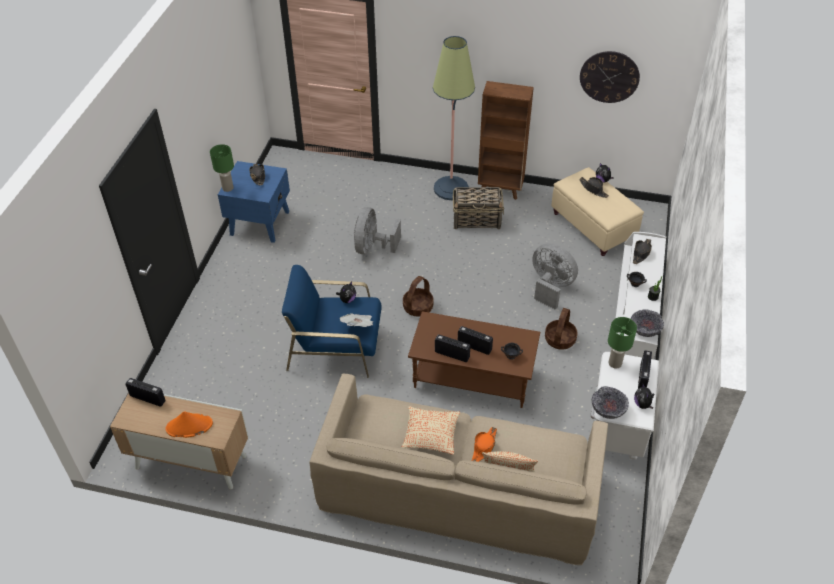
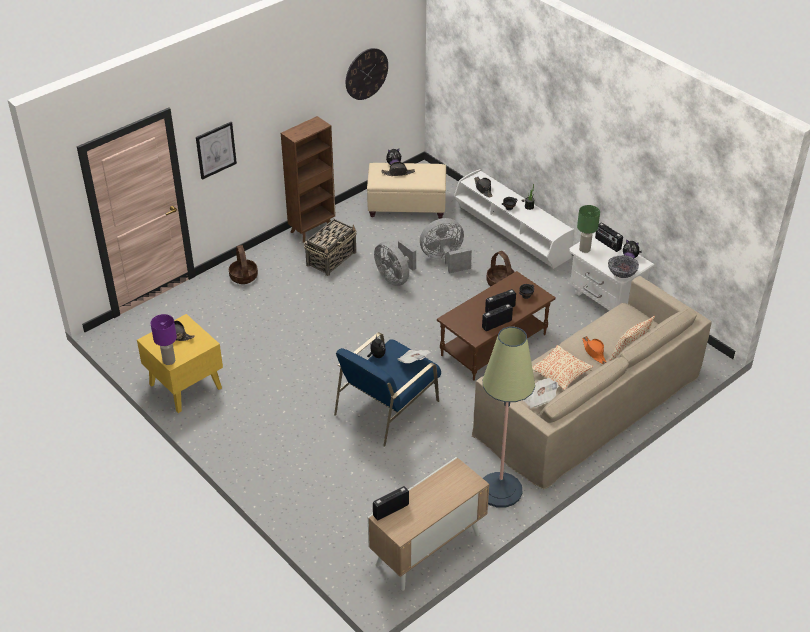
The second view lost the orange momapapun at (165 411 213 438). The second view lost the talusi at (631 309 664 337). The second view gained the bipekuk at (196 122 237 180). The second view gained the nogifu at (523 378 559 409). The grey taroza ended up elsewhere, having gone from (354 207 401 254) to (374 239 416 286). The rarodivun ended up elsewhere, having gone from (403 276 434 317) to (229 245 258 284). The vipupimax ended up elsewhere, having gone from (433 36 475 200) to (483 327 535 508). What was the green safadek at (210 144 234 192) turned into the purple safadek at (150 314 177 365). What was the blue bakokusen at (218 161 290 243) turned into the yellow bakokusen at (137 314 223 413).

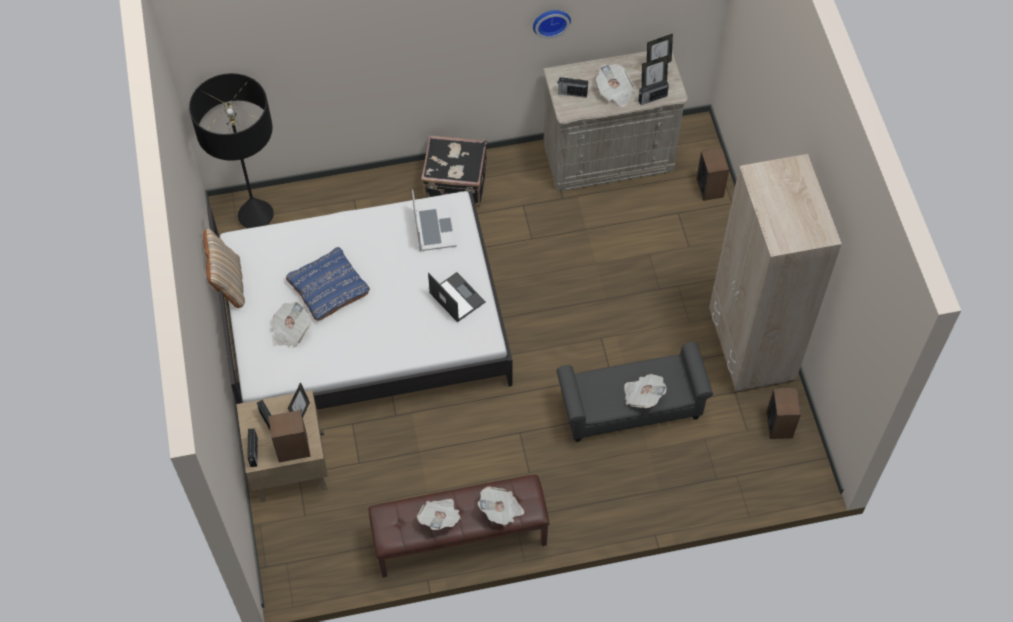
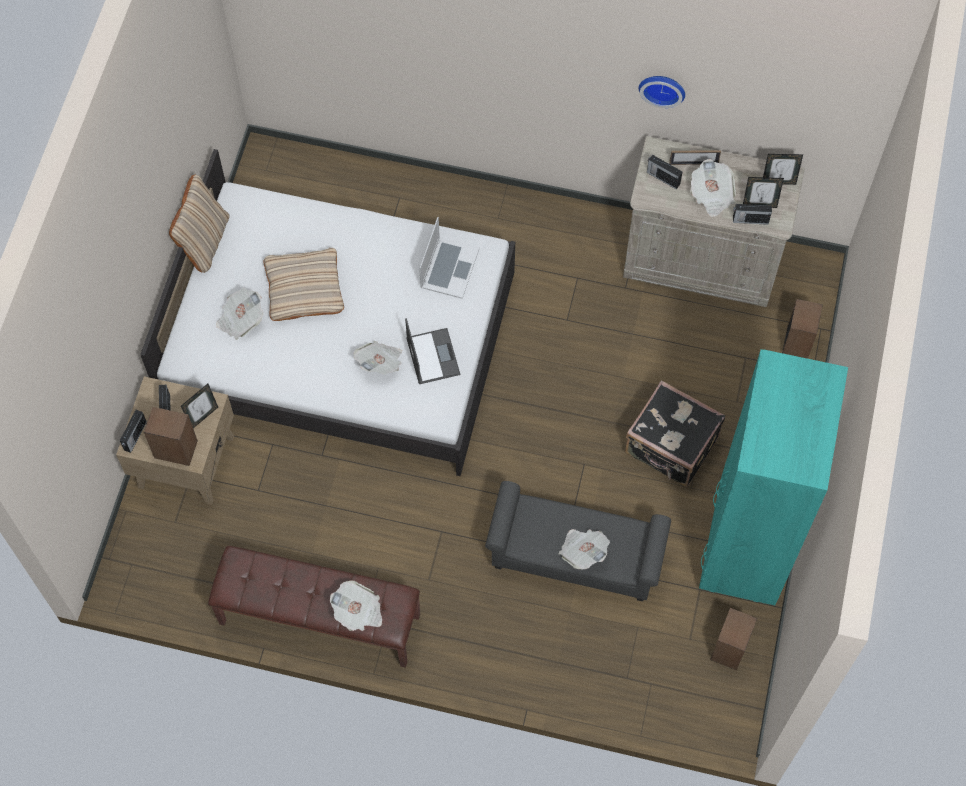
The second view lost the black vipupimax at (189 73 274 228). The second view gained the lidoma at (669 150 721 165). The nogifu ended up elsewhere, having gone from (417 499 461 530) to (354 341 402 375). The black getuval ended up elsewhere, having gone from (421 135 487 207) to (625 381 725 487). What was the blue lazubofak at (286 247 370 321) turned into the beige lazubofak at (263 248 344 321). What was the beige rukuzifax at (709 154 842 391) turned into the turquoise rukuzifax at (699 349 848 606).

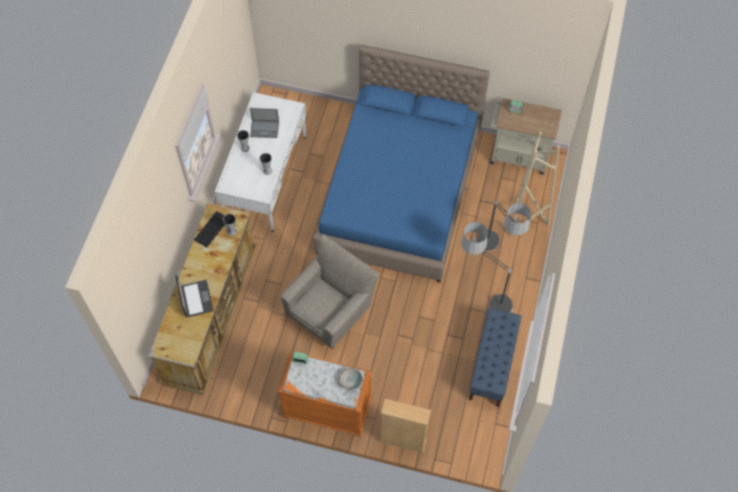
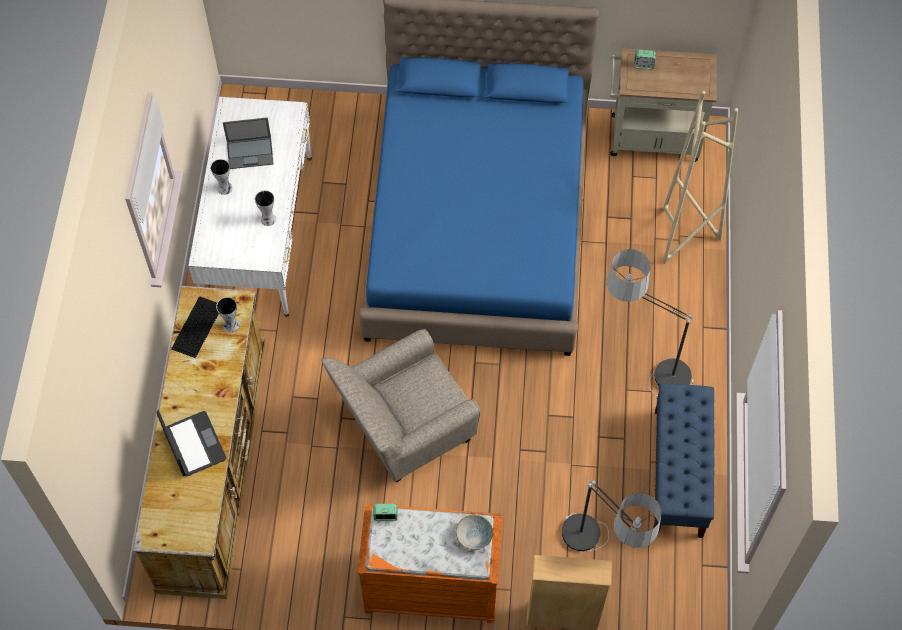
The vipupimax ended up elsewhere, having gone from (477 200 531 251) to (562 480 661 551). The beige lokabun at (281 234 379 349) ended up facing another way, 150 degrees counterclockwise from before.

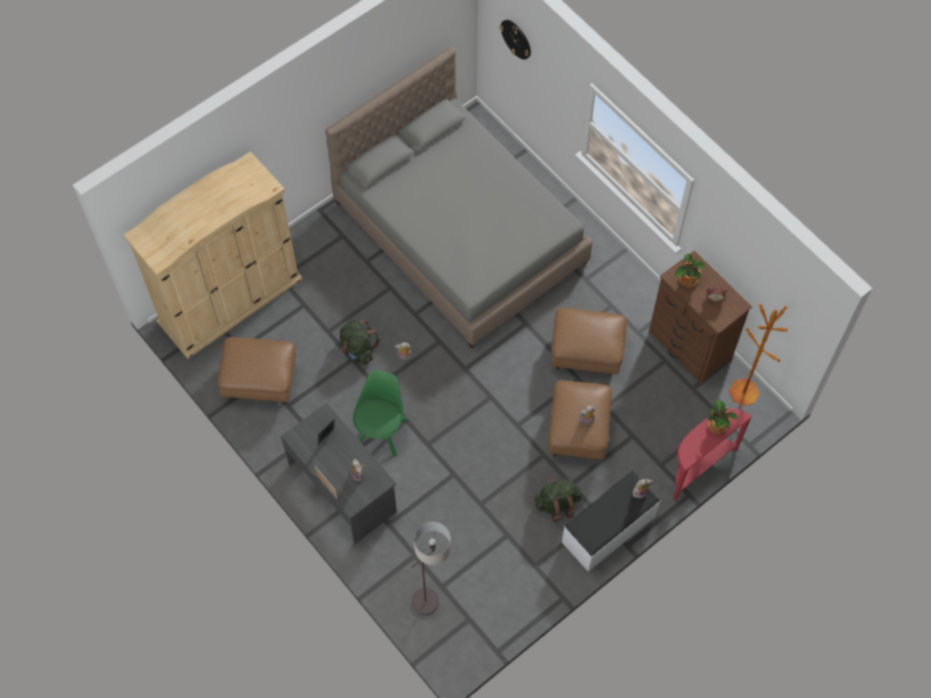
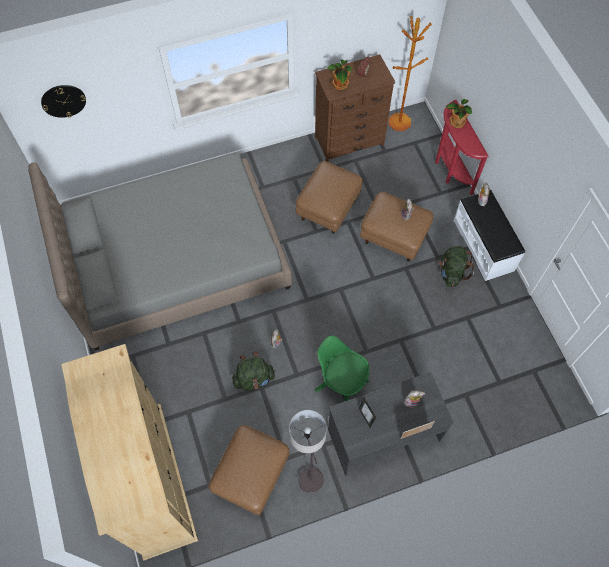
The grey vipupimax ended up elsewhere, having gone from (411 522 451 615) to (289 410 327 493).

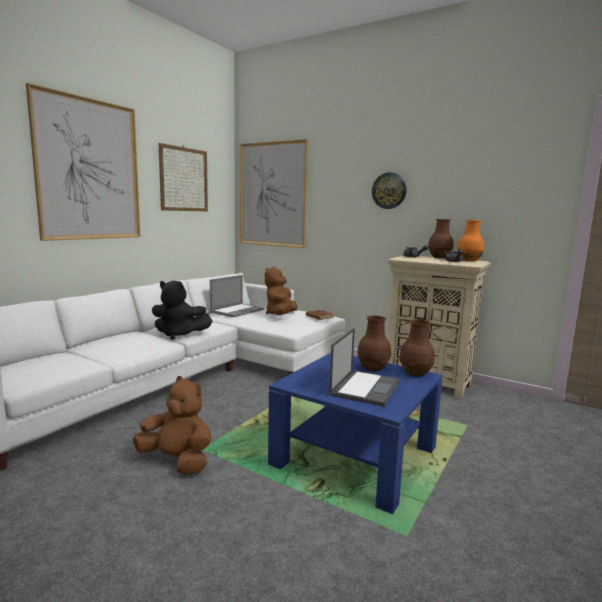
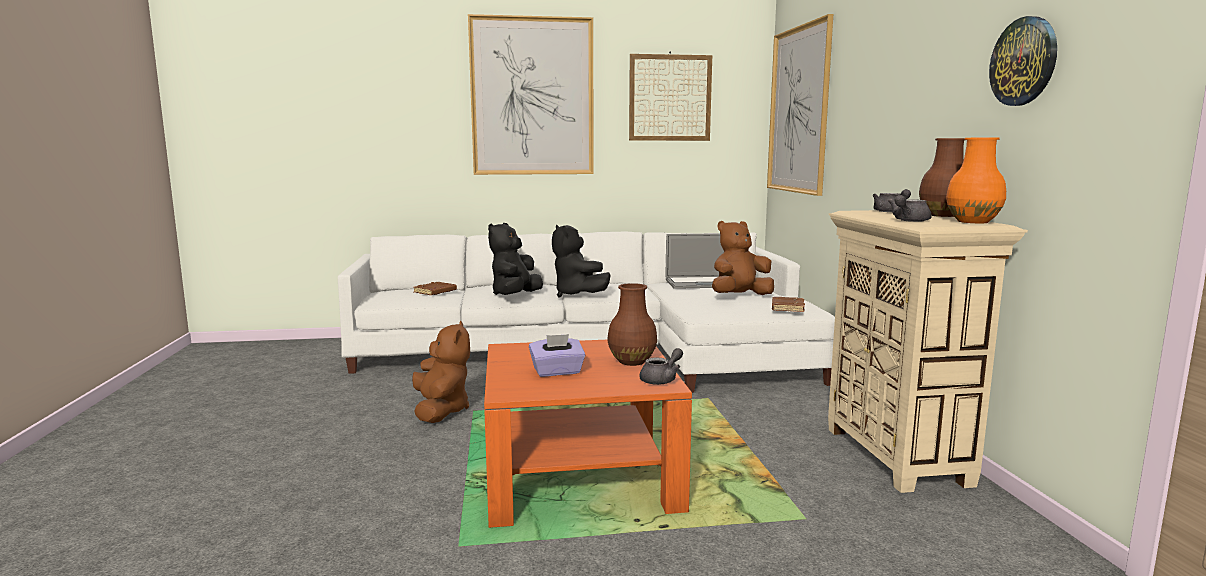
The second view gained the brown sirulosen at (413 282 457 295). The second view gained the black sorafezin at (488 223 543 295). The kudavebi ended up elsewhere, having gone from (372 172 407 209) to (989 16 1057 106). Where the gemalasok stood at (329 328 400 407), the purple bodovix came to stand at (529 334 585 377). Where the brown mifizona stood at (400 319 435 376), the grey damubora came to stand at (639 348 683 385). What was the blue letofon at (268 353 443 514) turned into the orange letofon at (484 340 692 528).

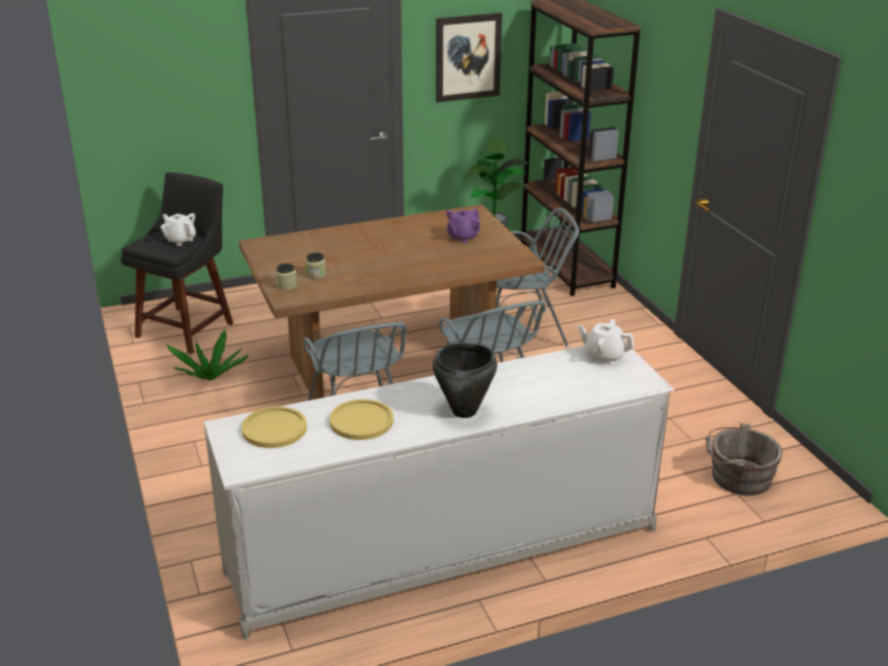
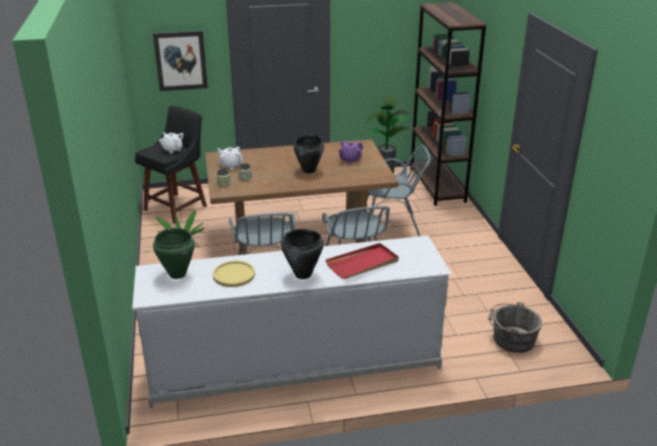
The second view gained the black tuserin at (294 134 324 174). The second view gained the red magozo at (326 243 399 279). The bipekuk ended up elsewhere, having gone from (436 13 502 103) to (153 31 208 91). The white damubora ended up elsewhere, having gone from (578 319 634 364) to (217 146 243 170). Where the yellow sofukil stood at (242 406 307 448), the green tuserin came to stand at (153 228 195 279).

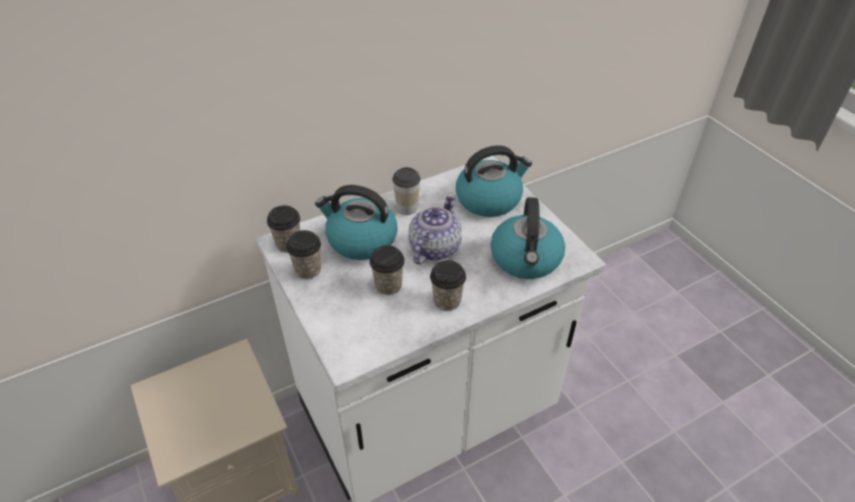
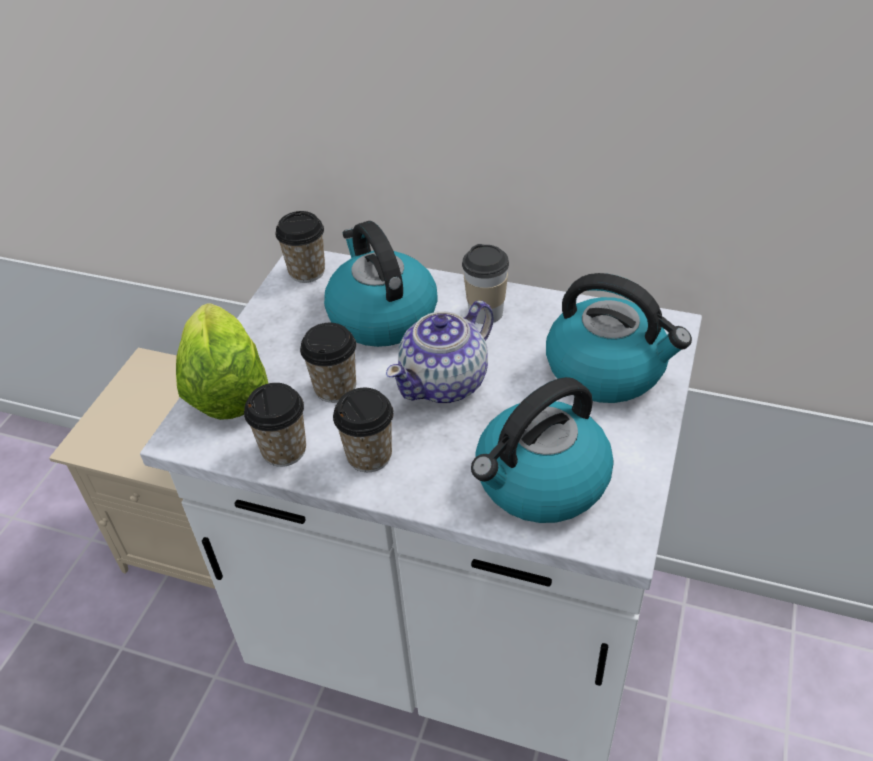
The second view gained the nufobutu at (176 303 268 420). The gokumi ended up elsewhere, having gone from (286 230 321 279) to (244 383 306 467). The damubora at (408 194 462 265) ended up facing another way, 150 degrees clockwise from before.

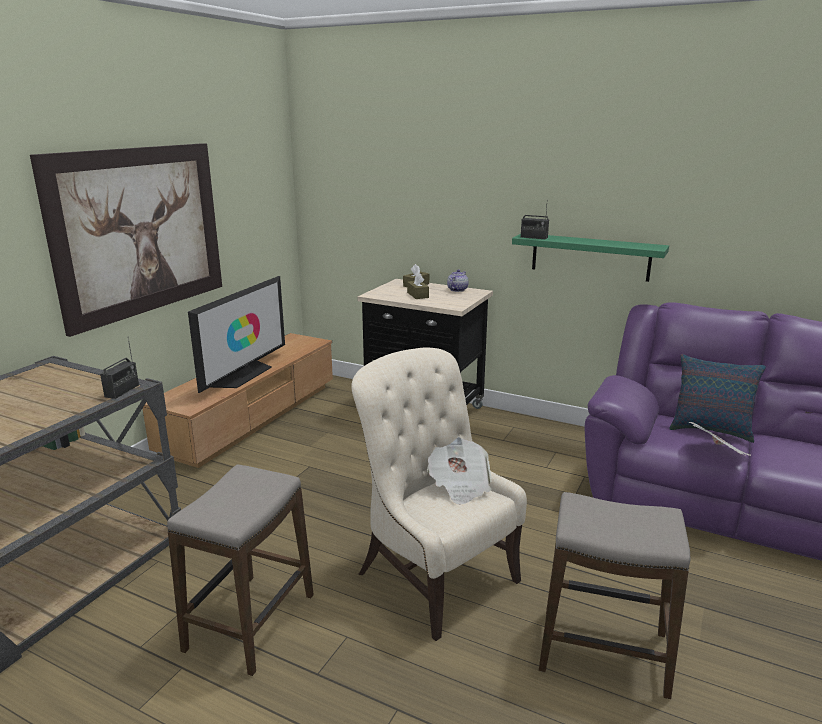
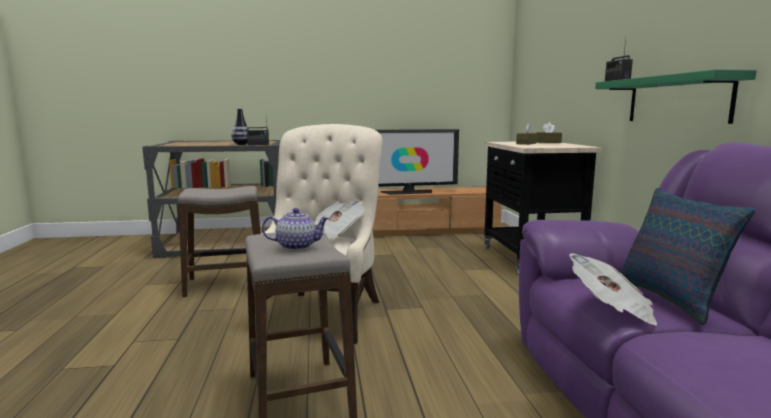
The second view lost the bipekuk at (30 143 222 337). The second view gained the mifizona at (231 108 249 145). The damubora ended up elsewhere, having gone from (447 269 469 292) to (262 208 329 250).

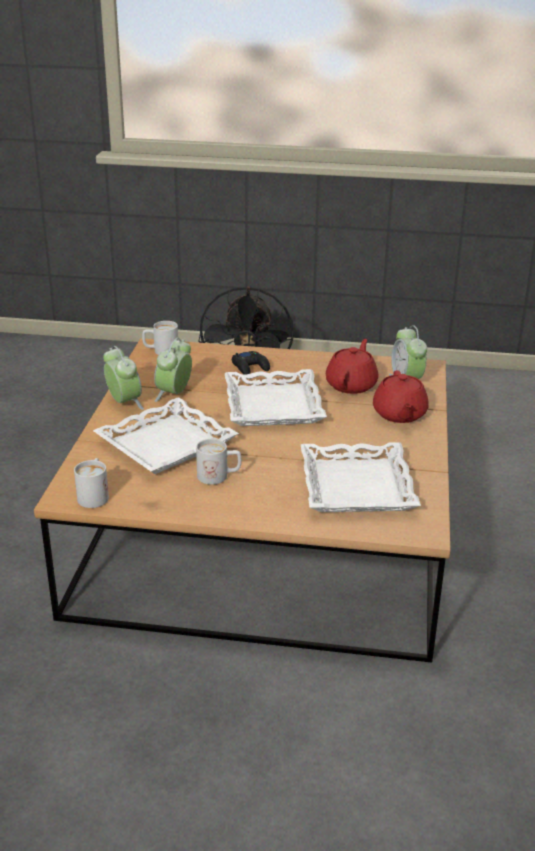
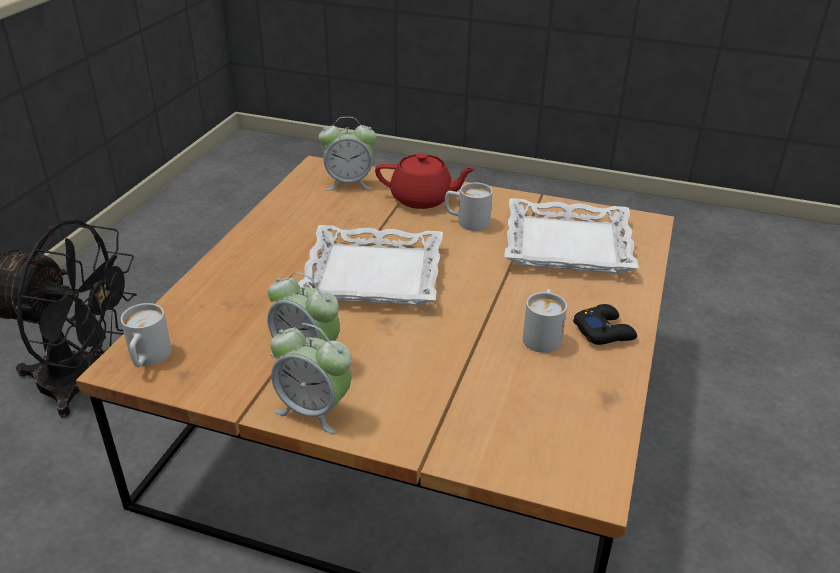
The second view lost the white magozo at (93 397 239 474). The second view lost the red damubora at (326 339 378 394). The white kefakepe ended up elsewhere, having gone from (74 458 109 508) to (445 183 493 231). The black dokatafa ended up elsewhere, having gone from (232 351 270 375) to (573 304 637 345). The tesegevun at (103 346 144 410) ended up facing another way, 135 degrees counterclockwise from before.

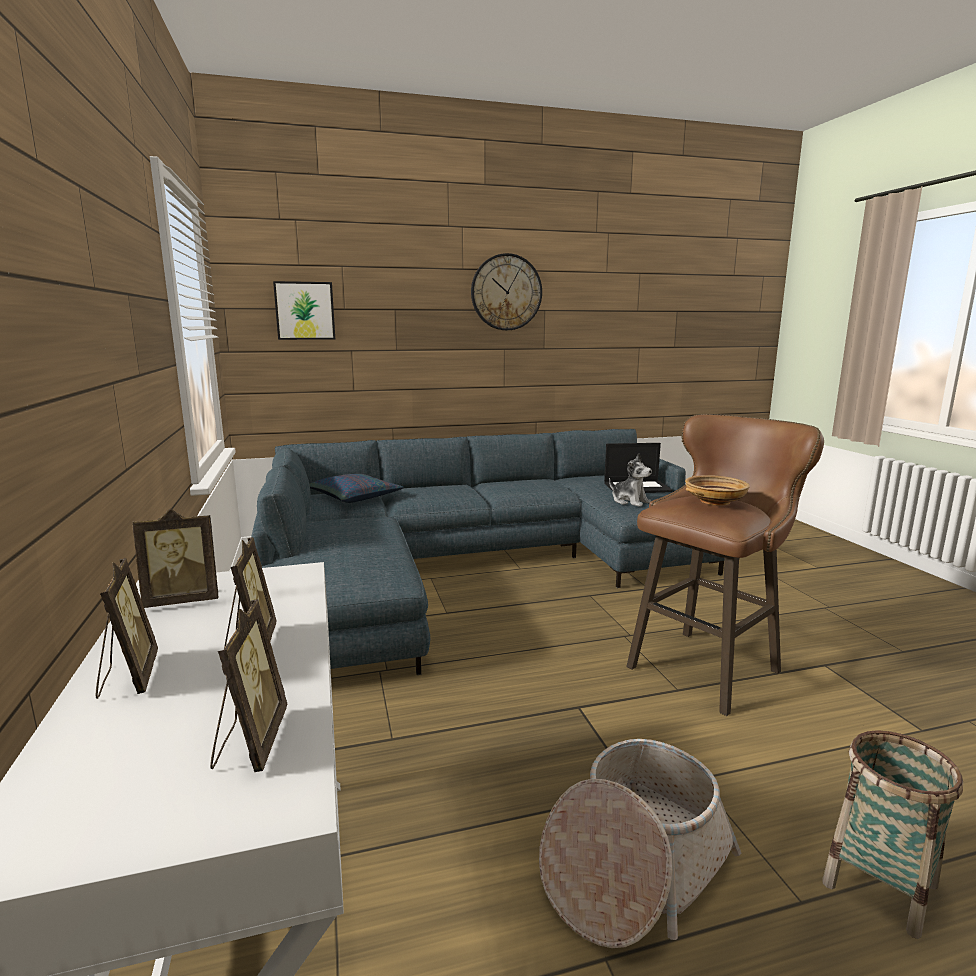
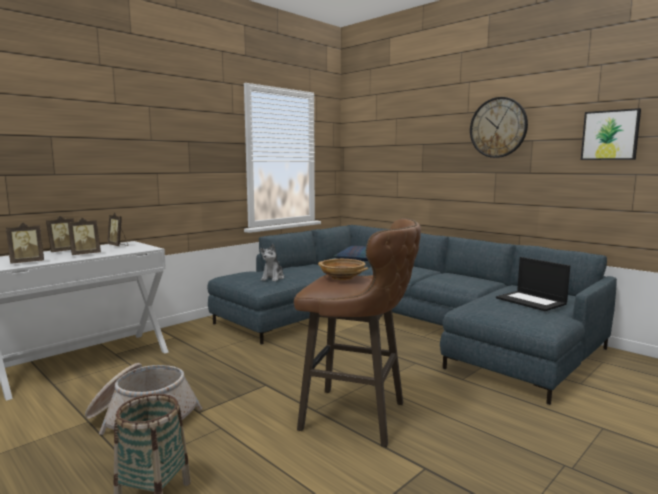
The bipekuk ended up elsewhere, having gone from (273 281 335 340) to (581 108 641 160). The sorafezin ended up elsewhere, having gone from (609 454 652 507) to (260 244 284 282).

